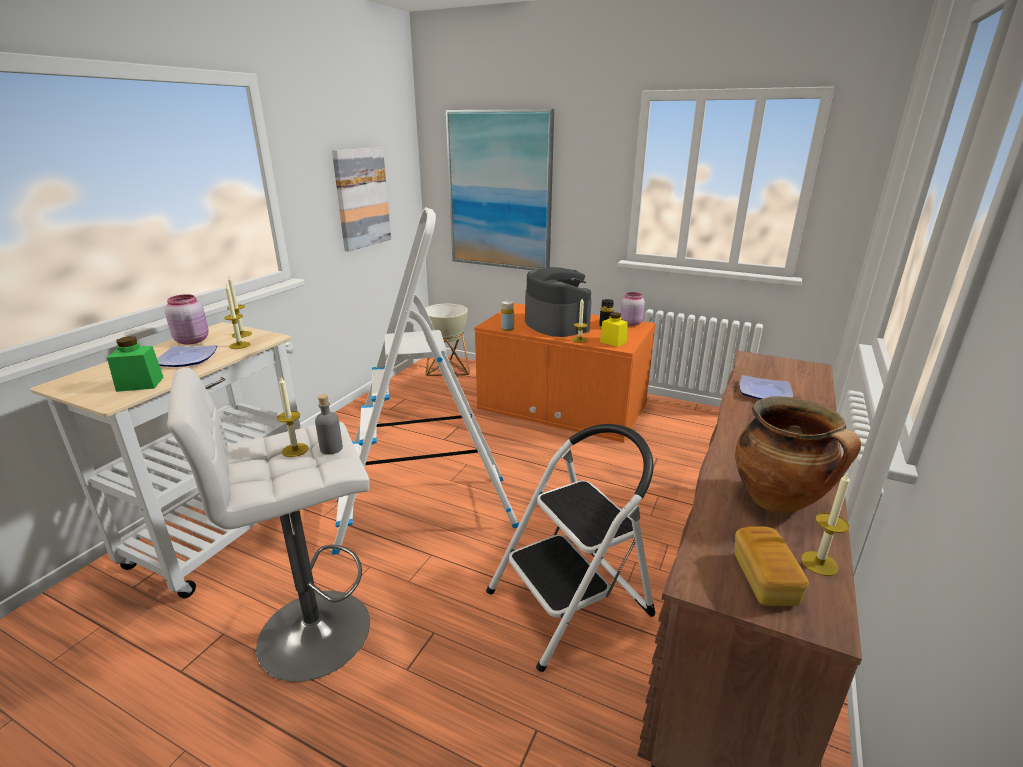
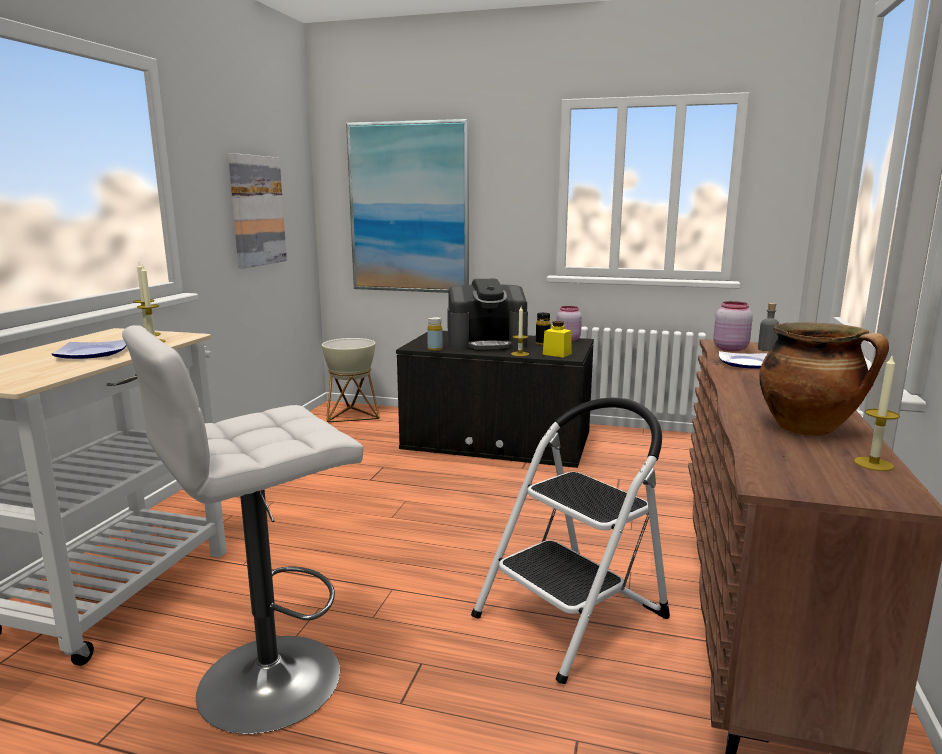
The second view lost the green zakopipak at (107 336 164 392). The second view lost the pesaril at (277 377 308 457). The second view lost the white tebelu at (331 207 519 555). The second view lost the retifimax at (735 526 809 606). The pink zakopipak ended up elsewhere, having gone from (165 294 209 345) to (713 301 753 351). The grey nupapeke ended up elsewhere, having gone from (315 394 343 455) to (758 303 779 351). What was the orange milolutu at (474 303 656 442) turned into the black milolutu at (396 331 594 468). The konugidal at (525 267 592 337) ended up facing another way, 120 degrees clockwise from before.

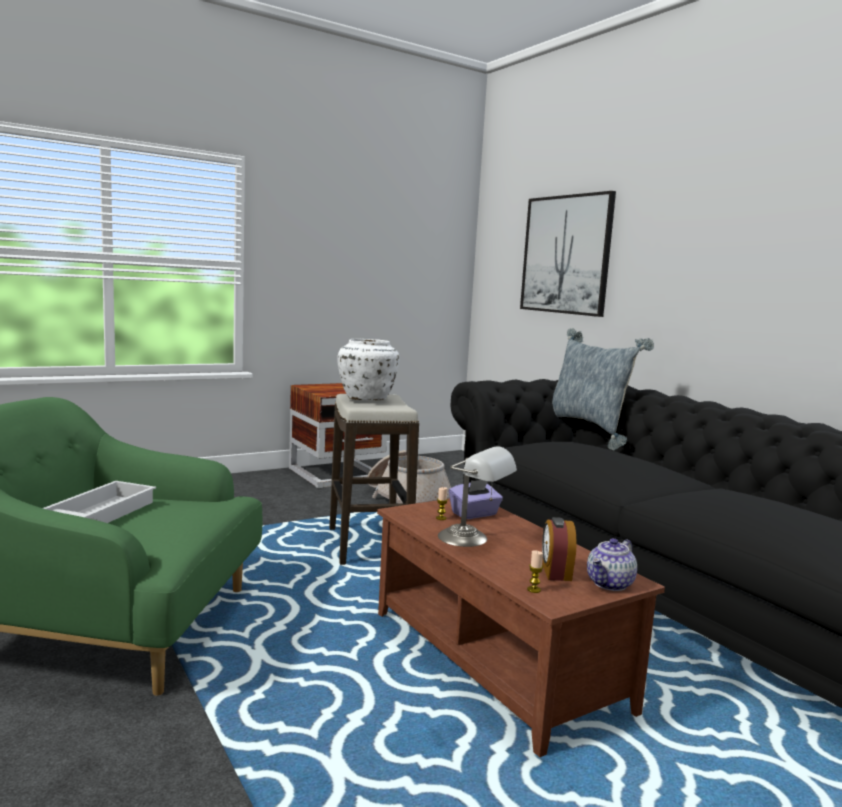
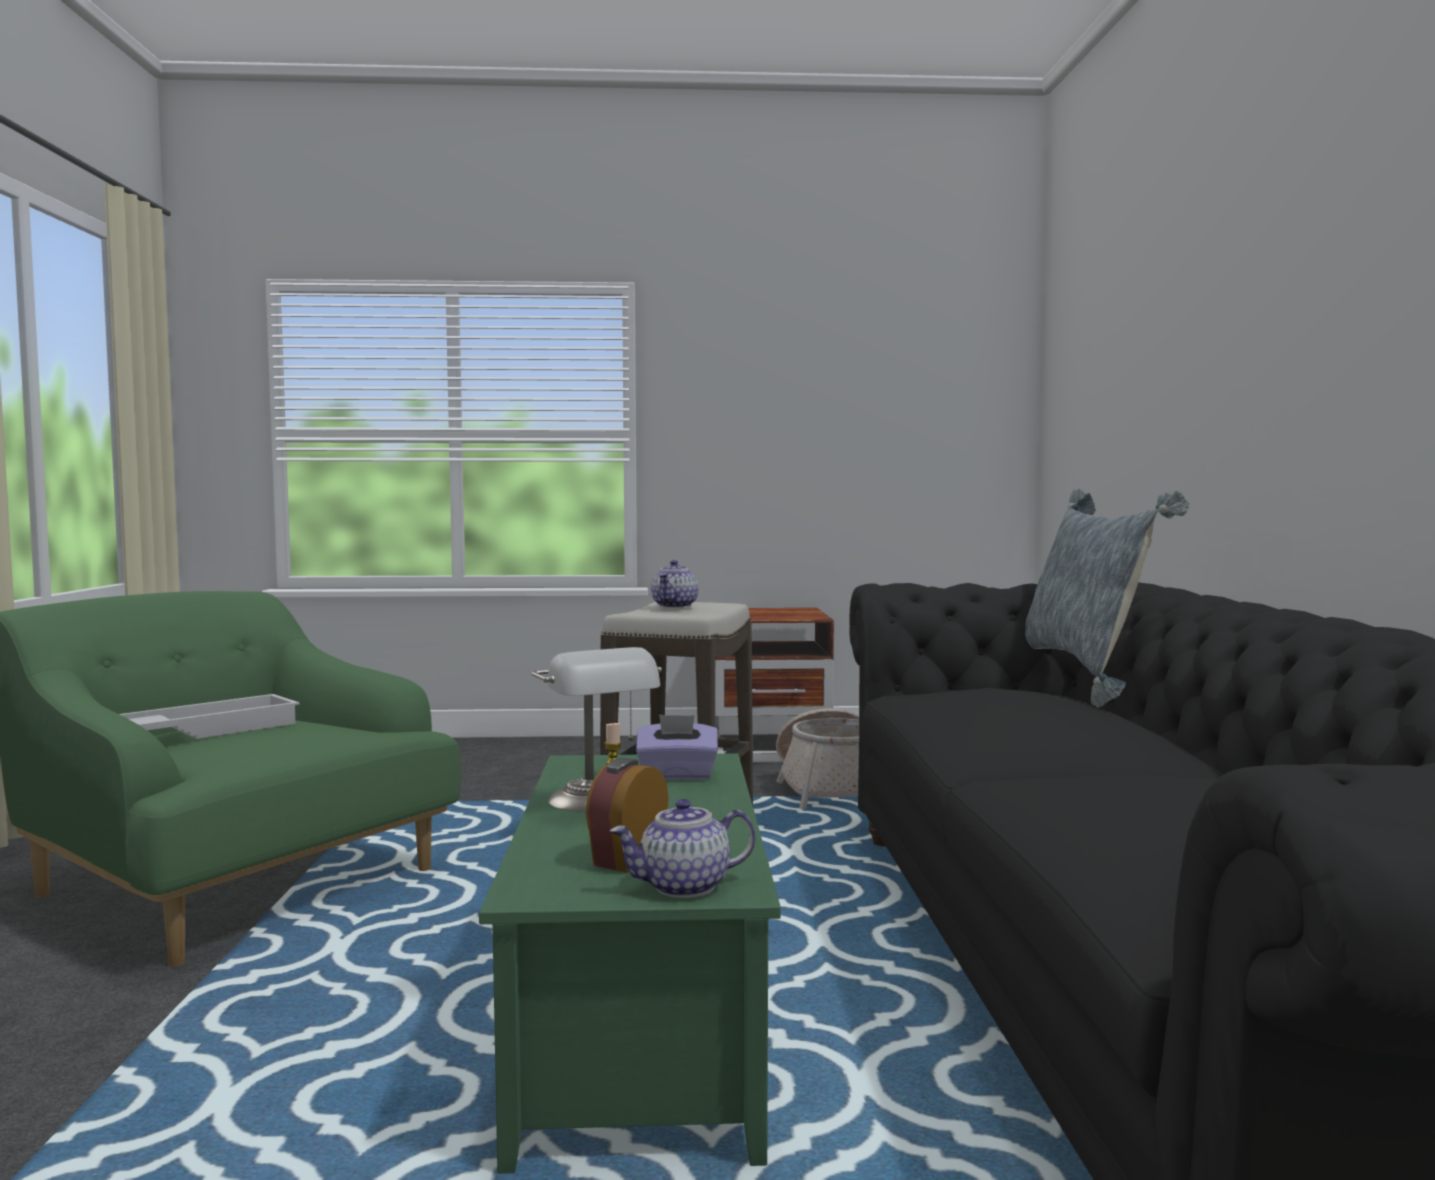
The second view lost the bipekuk at (520 191 616 317). The second view lost the pesaril at (527 550 543 593). Where the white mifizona stood at (337 339 399 400), the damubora came to stand at (651 560 698 608). What was the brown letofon at (377 499 665 757) turned into the green letofon at (479 753 781 1174).

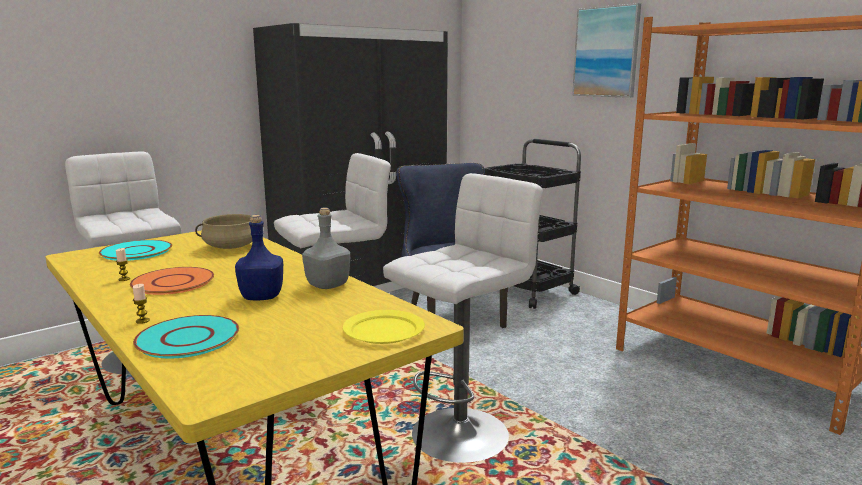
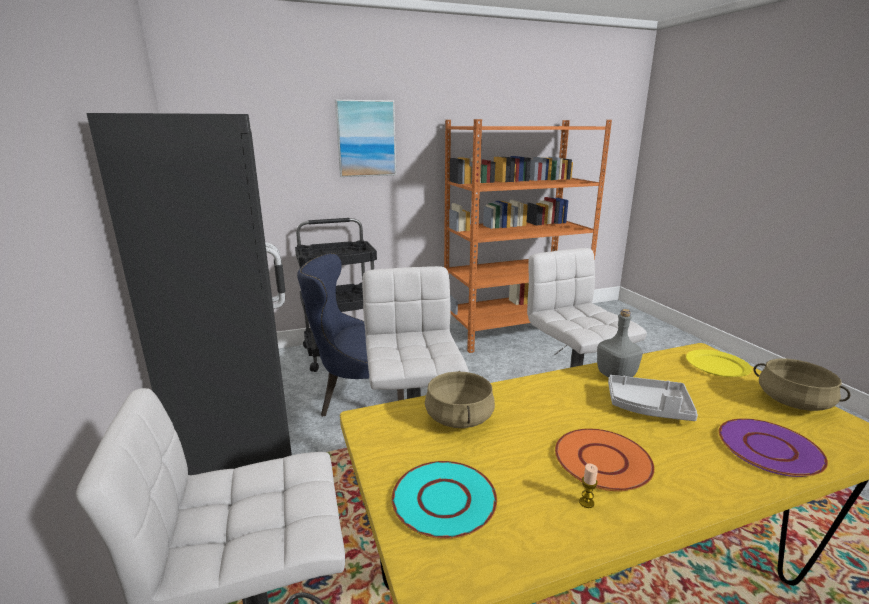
The second view lost the pesaril at (133 284 150 324). The second view gained the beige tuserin at (754 359 851 411). Where the blue nupapeke stood at (235 215 283 300), the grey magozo came to stand at (608 375 698 421). What was the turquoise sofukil at (133 315 239 358) turned into the purple sofukil at (719 418 828 477).

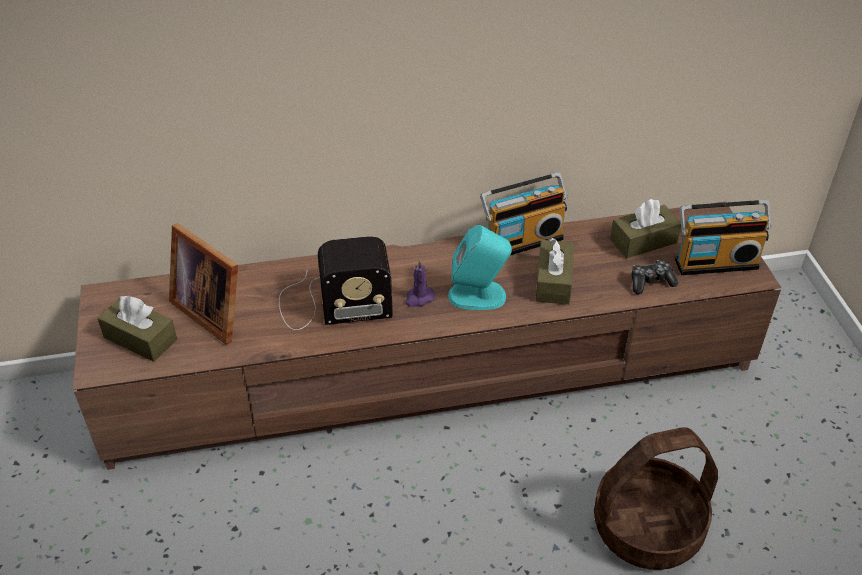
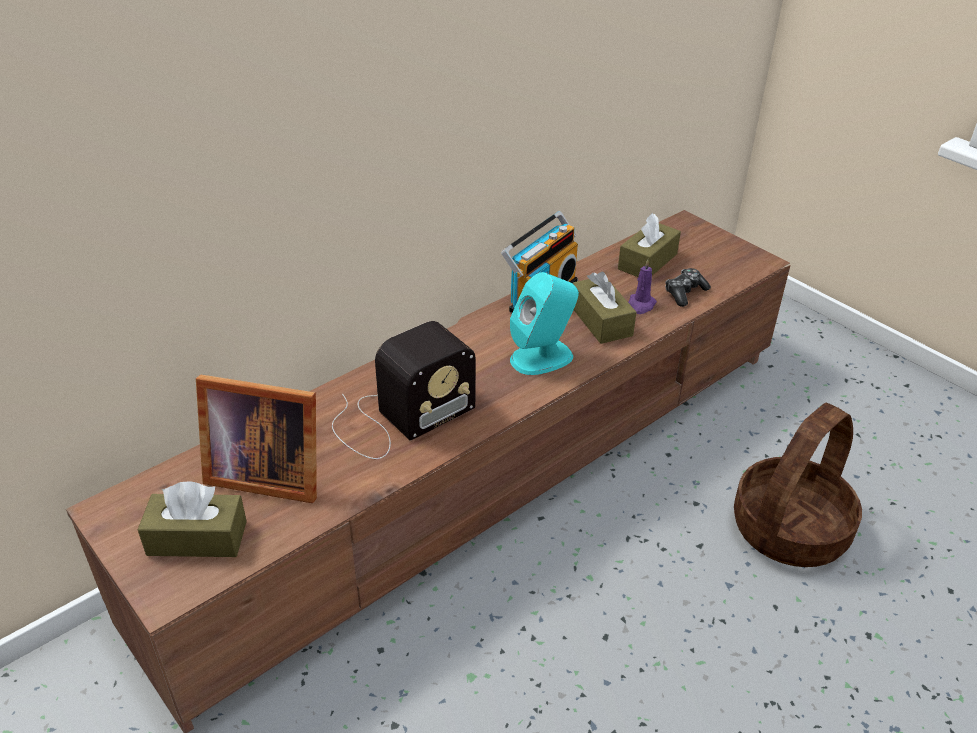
The second view lost the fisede at (675 200 772 275). The purple pesaril ended up elsewhere, having gone from (405 260 435 307) to (628 259 657 314).

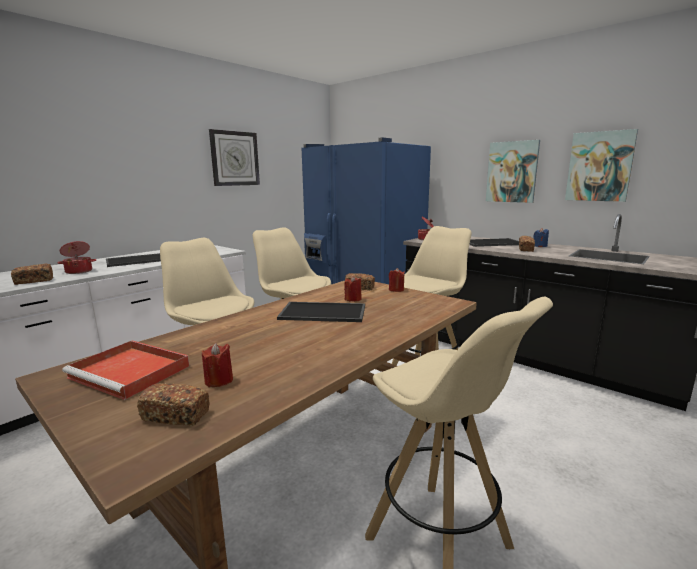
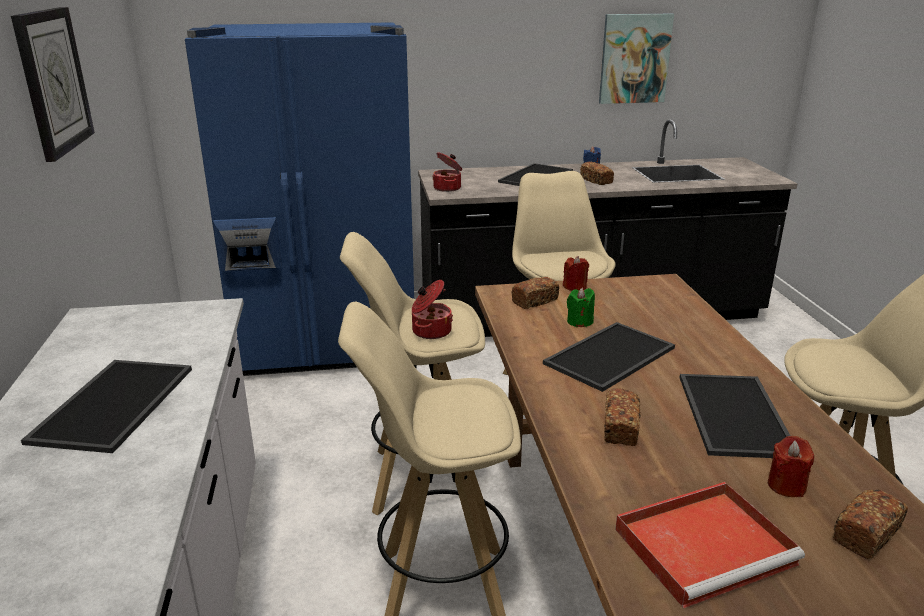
The second view lost the bipekuk at (486 140 540 203). The second view gained the magozo at (679 374 791 458). The retifimax ended up elsewhere, having gone from (11 264 53 285) to (604 388 641 446). The tuserin ended up elsewhere, having gone from (58 241 96 274) to (412 280 453 339). What was the red pesaril at (344 276 361 302) turned into the green pesaril at (567 288 595 327).

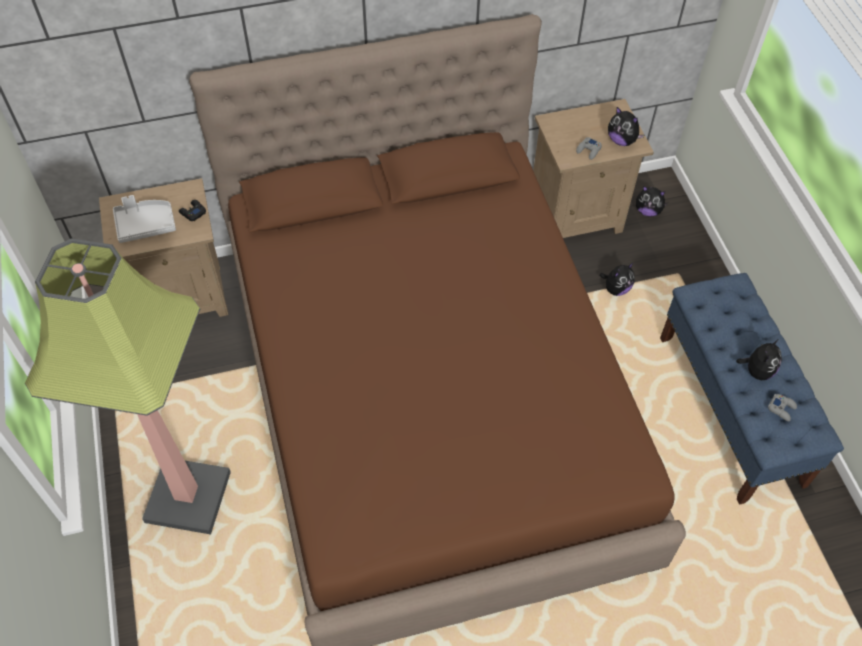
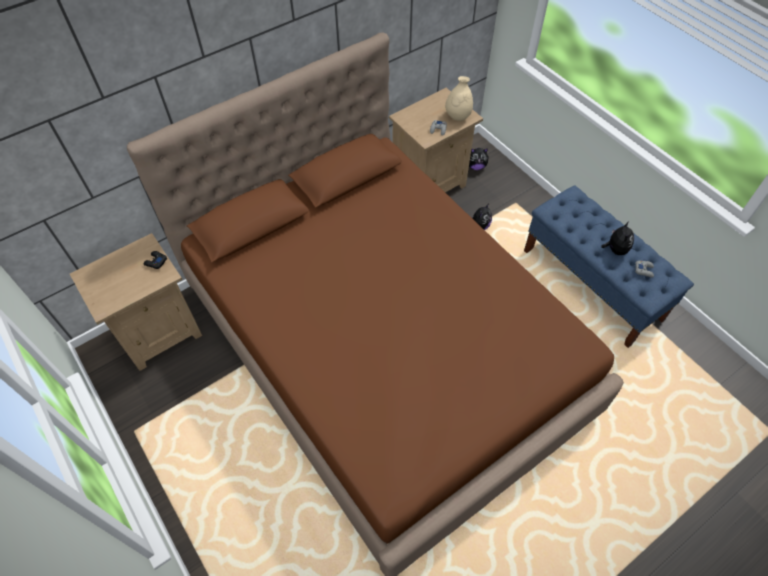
The second view lost the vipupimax at (25 239 231 534). The second view lost the grey magozo at (113 195 176 243). Where the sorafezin stood at (608 107 644 146), the beige mifizona came to stand at (445 76 473 121).

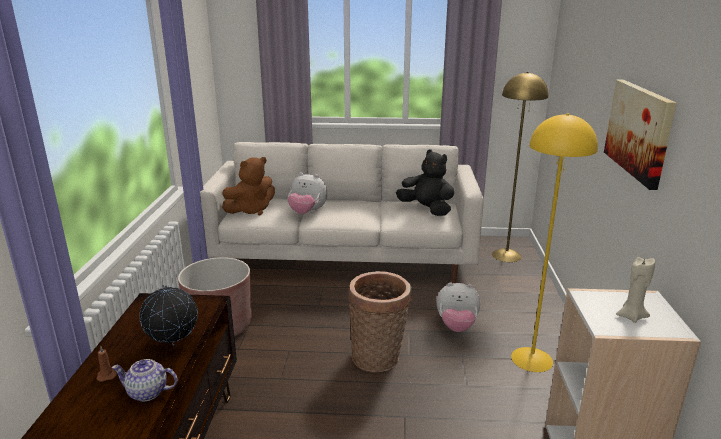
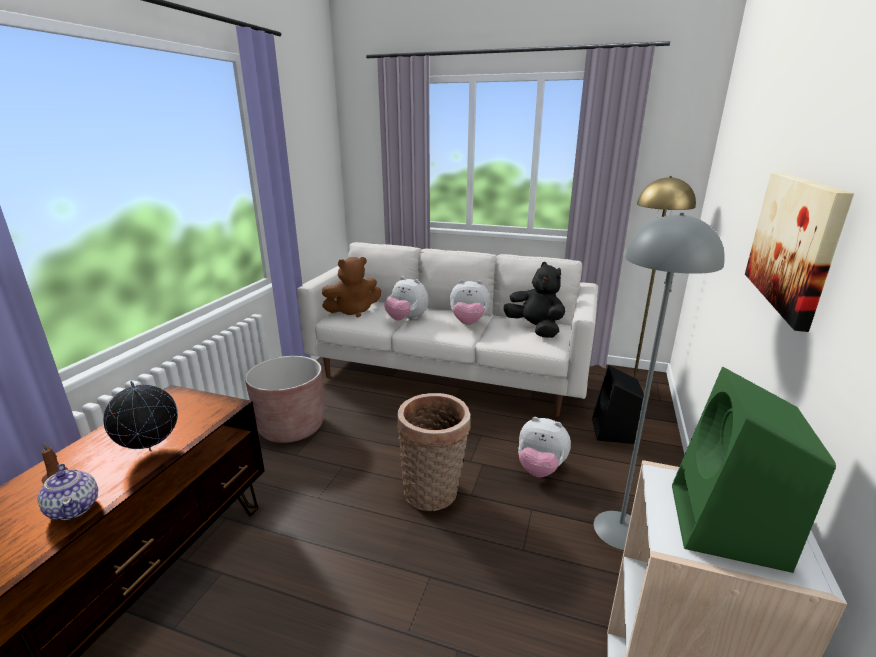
The second view gained the sorafezin at (450 280 490 325). The second view gained the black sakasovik at (592 365 644 444). Where the beige pesaril stood at (616 257 655 323), the green sakasovik came to stand at (672 367 836 573). What was the yellow vipupimax at (511 113 598 372) turned into the grey vipupimax at (594 212 725 550). The damubora at (112 359 178 401) ended up facing another way, 150 degrees counterclockwise from before.

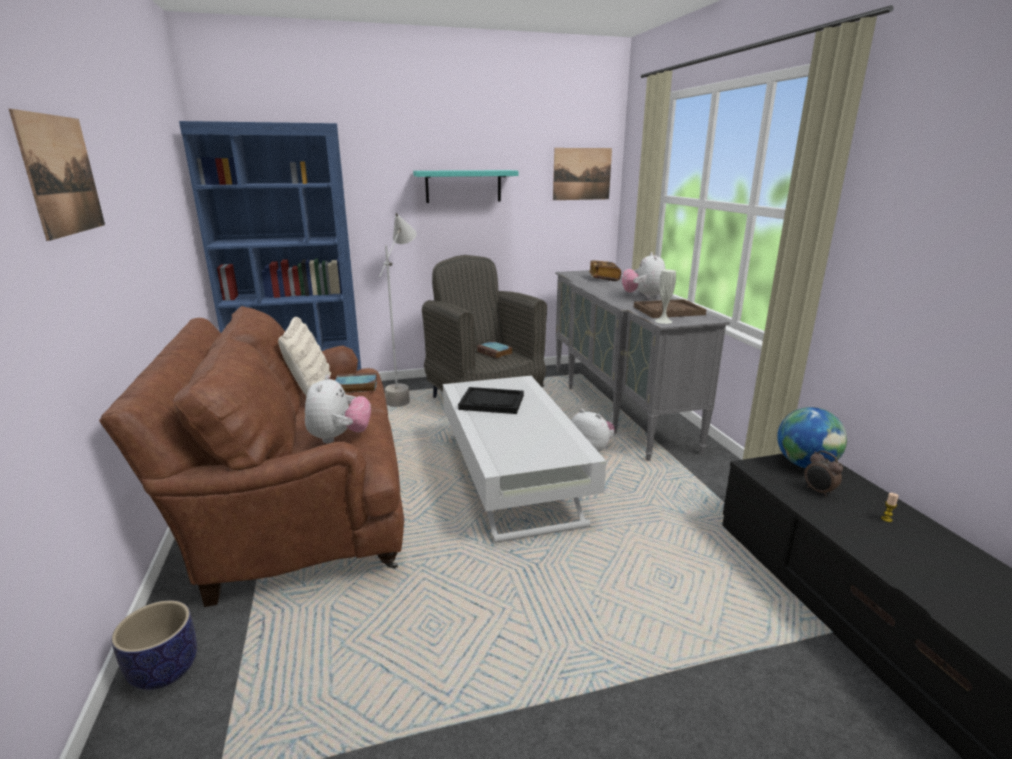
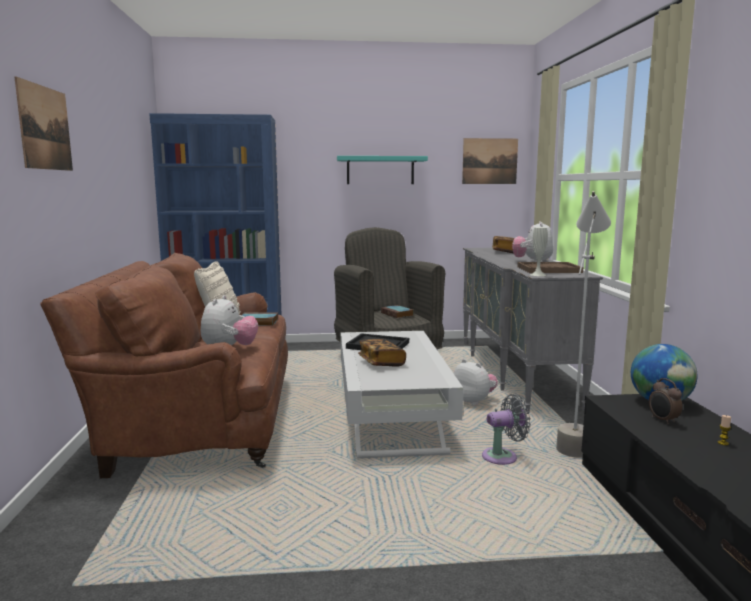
The second view lost the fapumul at (111 600 197 690). The second view gained the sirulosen at (358 339 406 367). The second view gained the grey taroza at (482 394 531 465). The grey vipupimax ended up elsewhere, having gone from (379 213 417 407) to (556 191 611 458).

